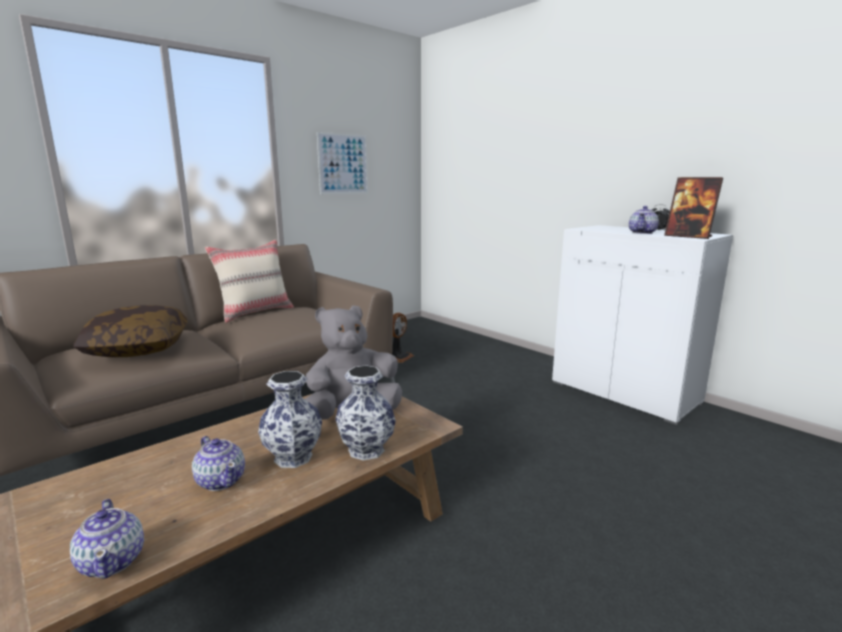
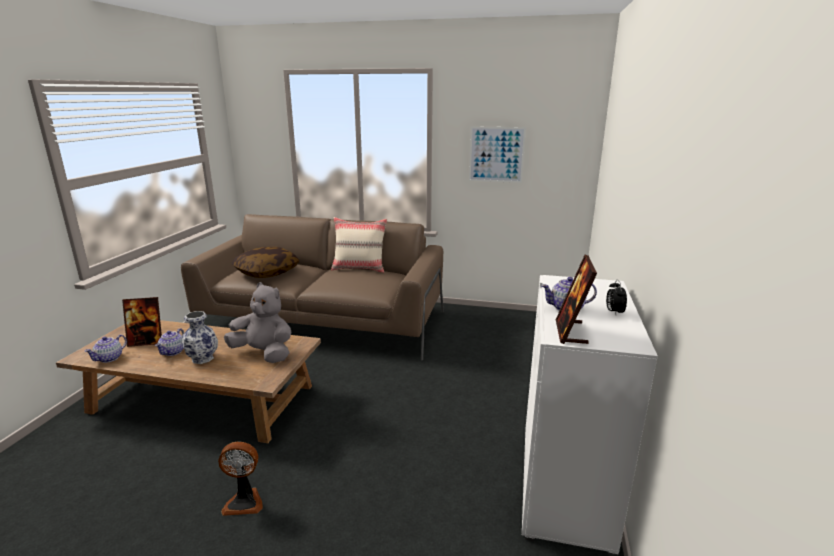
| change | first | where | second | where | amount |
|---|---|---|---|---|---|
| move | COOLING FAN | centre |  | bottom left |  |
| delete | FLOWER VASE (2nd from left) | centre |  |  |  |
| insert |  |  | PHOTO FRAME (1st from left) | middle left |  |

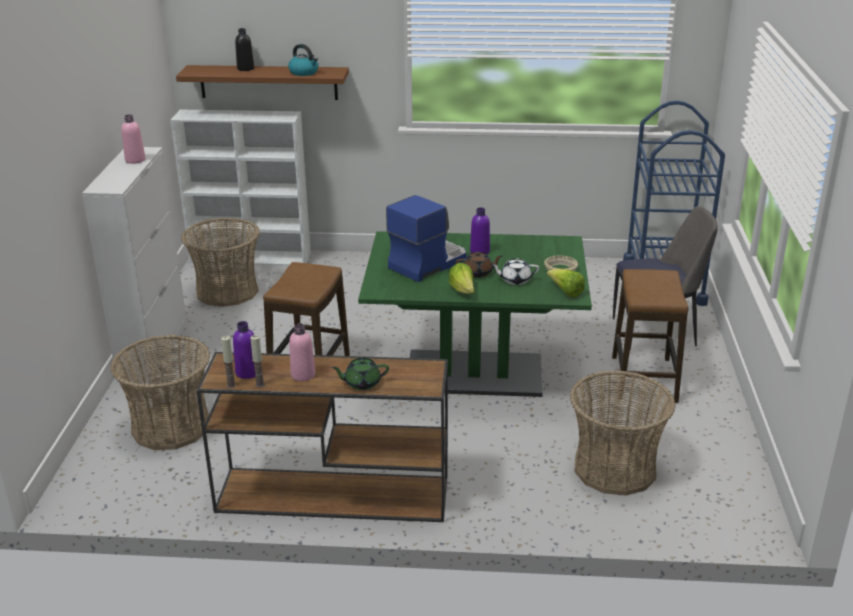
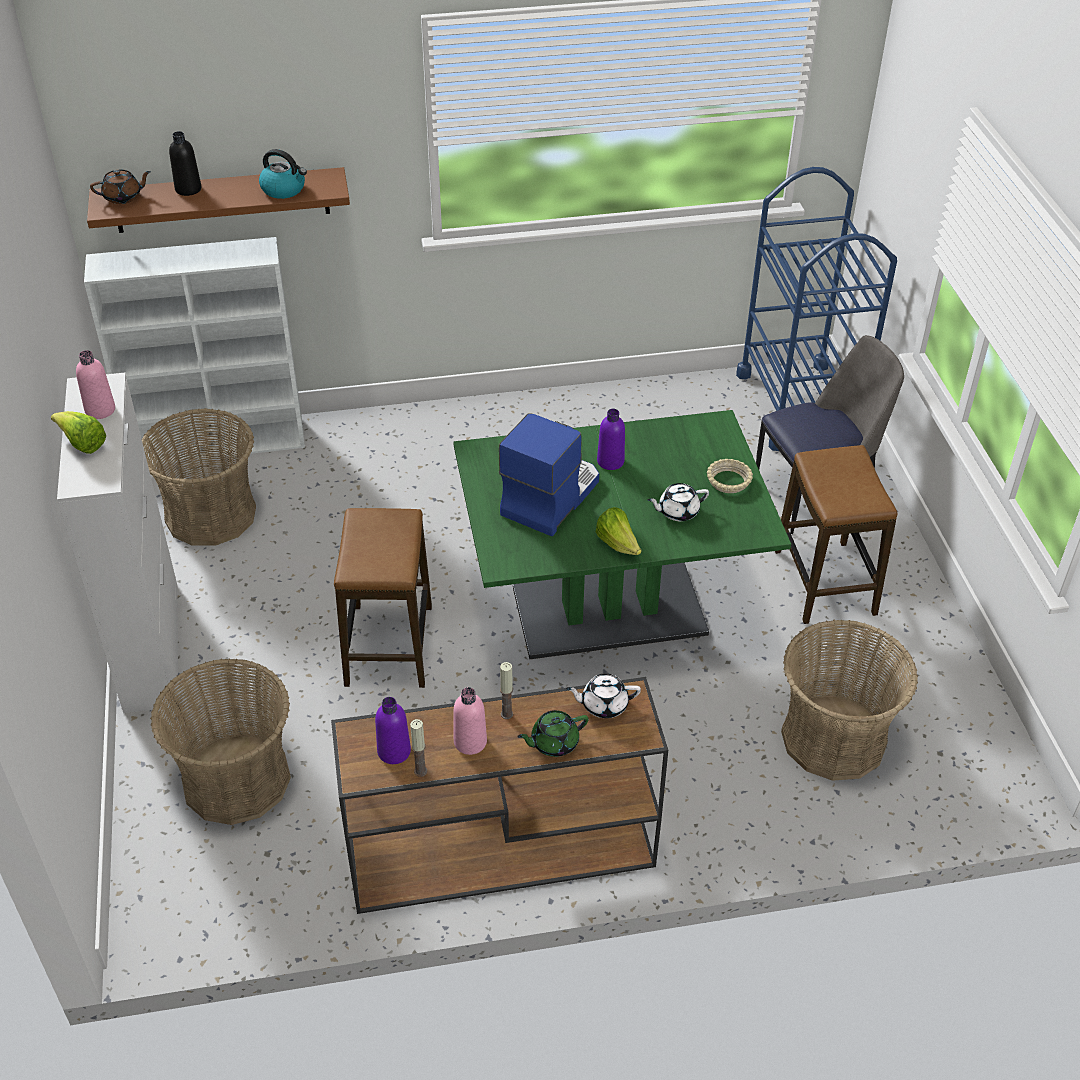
| change | first | where | second | where | amount |
|---|---|---|---|---|---|
| move | BROWN TEA POT | centre |  | top left |  |
| move | LETTUCE HEAD (2nd from left in the first image) | centre | LETTUCE HEAD (1st from left) | middle left |  |
| move | CANDLE (1st from left in the first image) | middle left | CANDLE (2nd from left) | centre |  |
| insert |  |  | WHITISH TEA POT (1st from left) | centre |  |

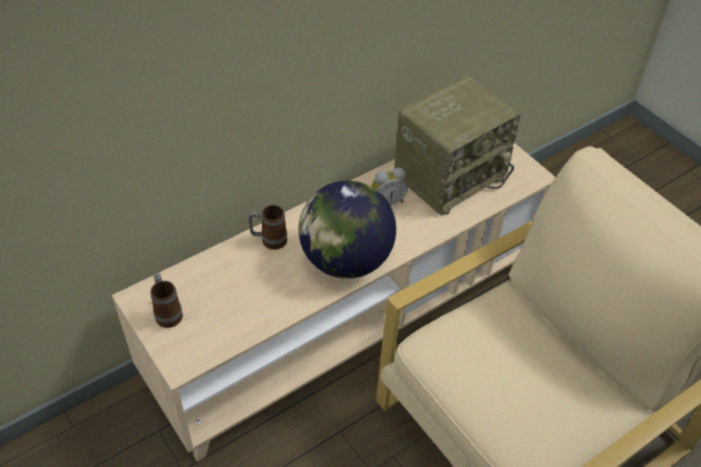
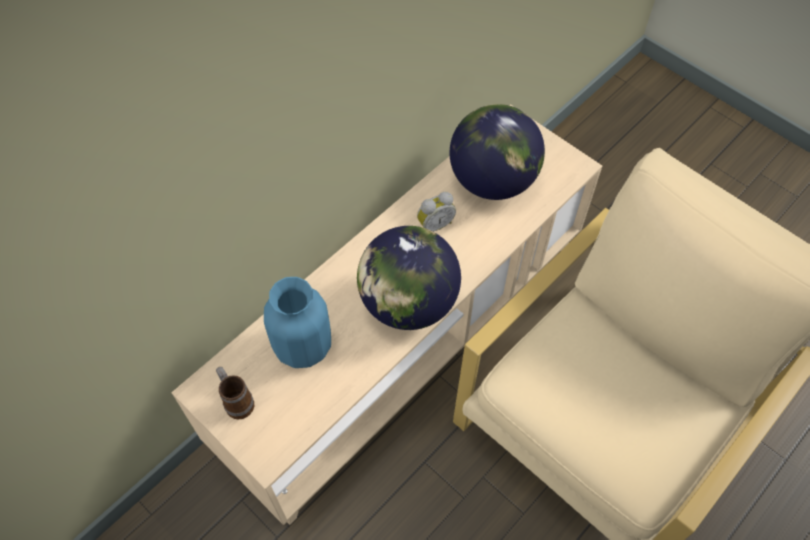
| change | first | where | second | where | amount |
|---|---|---|---|---|---|
| replace | RADIO | top centre | DESK GLOBE (2nd from left) | top centre |  |
| delete | MUG (2nd from left) | centre |  |  |  |
| insert |  |  | BLUE-COLOURED FLOWER VASE | centre |  |

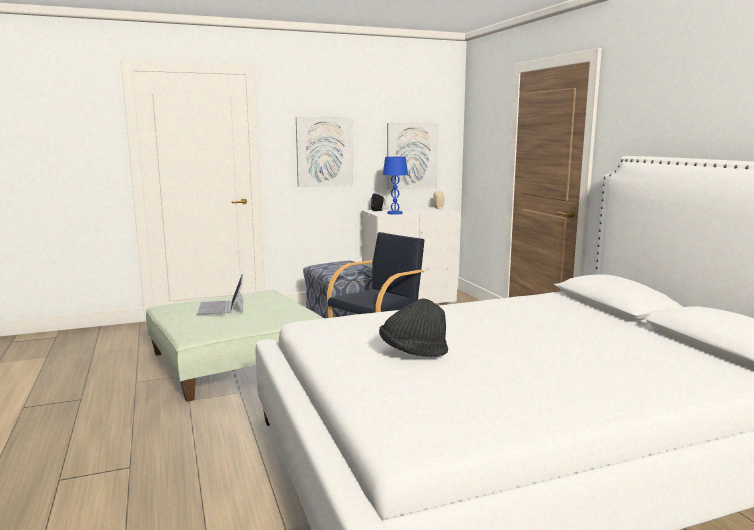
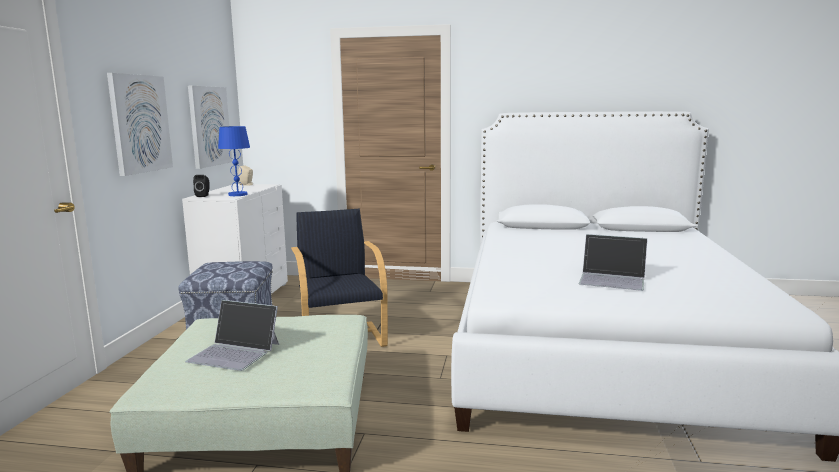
| change | first | where | second | where | amount |
|---|---|---|---|---|---|
| replace | BLACKISH HAT | centre | LAPTOP (2nd from left) | middle right |  |

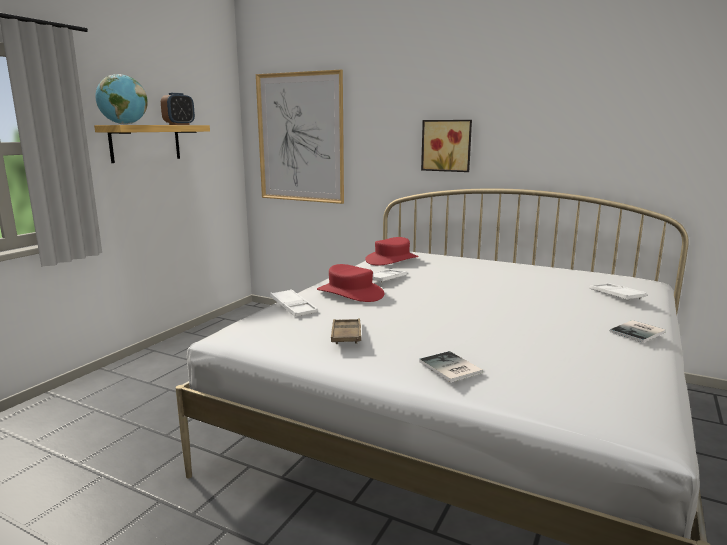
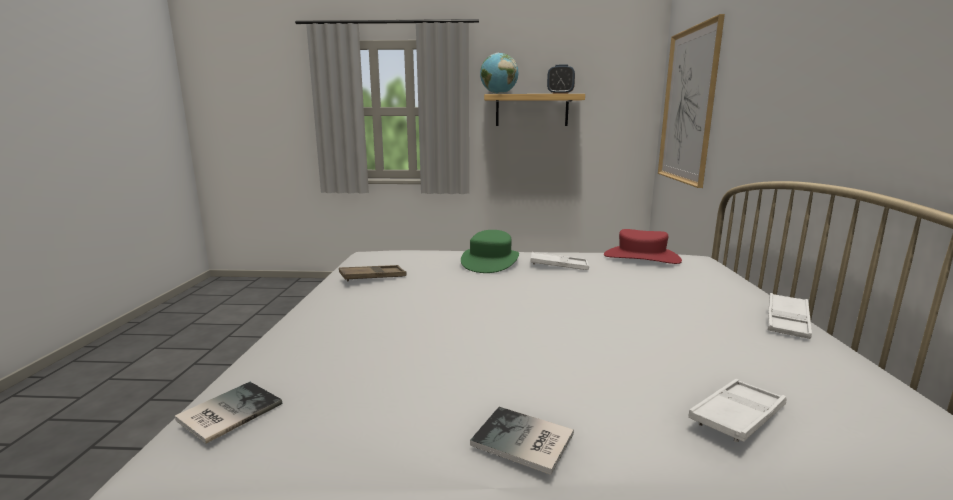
| change | first | where | second | where | amount |
|---|---|---|---|---|---|
| delete | PICTURE (2nd from left) | top centre |  |  |  |
| recolor | RED HAT (1st from left) | centre | GREENISH HAT | centre |  |
| move | WHITISH SERVING TRAY (1st from left in the first image) | centre | WHITISH SERVING TRAY (3rd from left) | middle right |  |
| move | BOOK (1st from left) | bottom centre |  | bottom left |  |

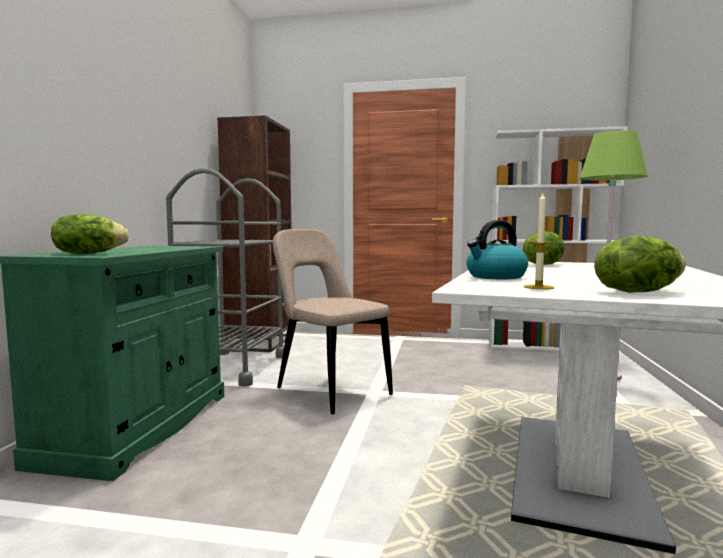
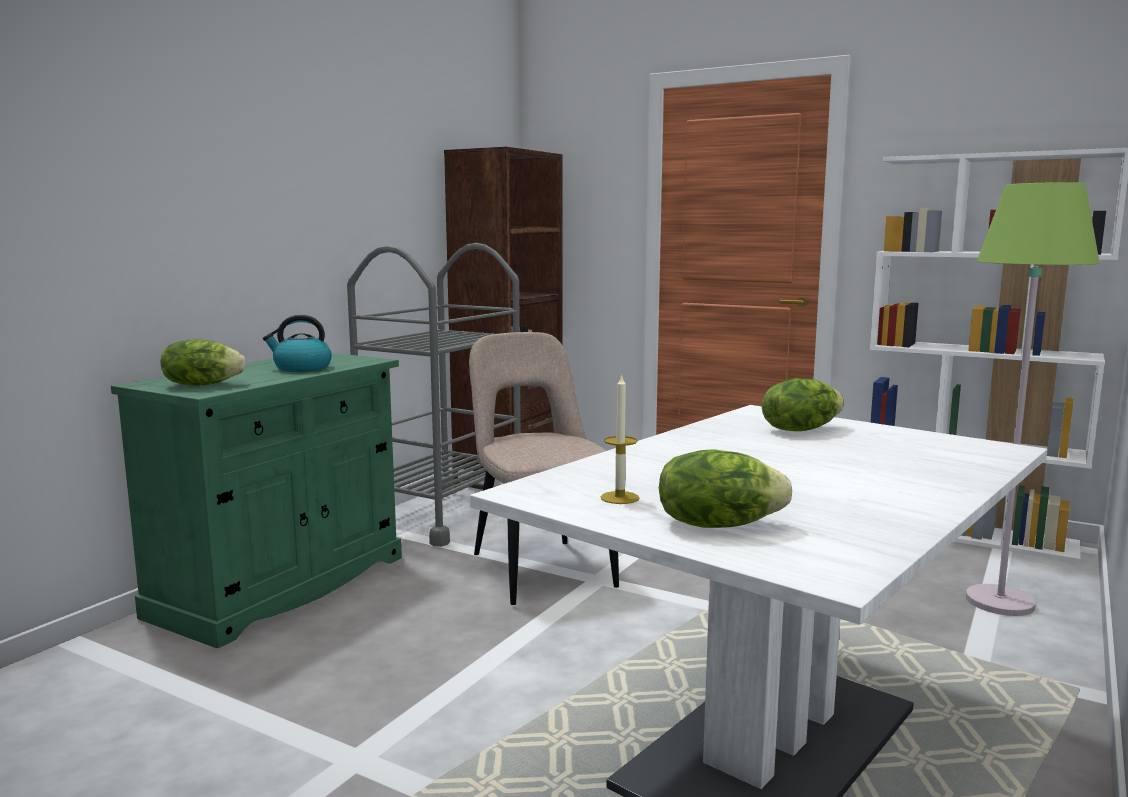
| change | first | where | second | where | amount |
|---|---|---|---|---|---|
| move | TEA KETTLE | middle right |  | middle left |  |

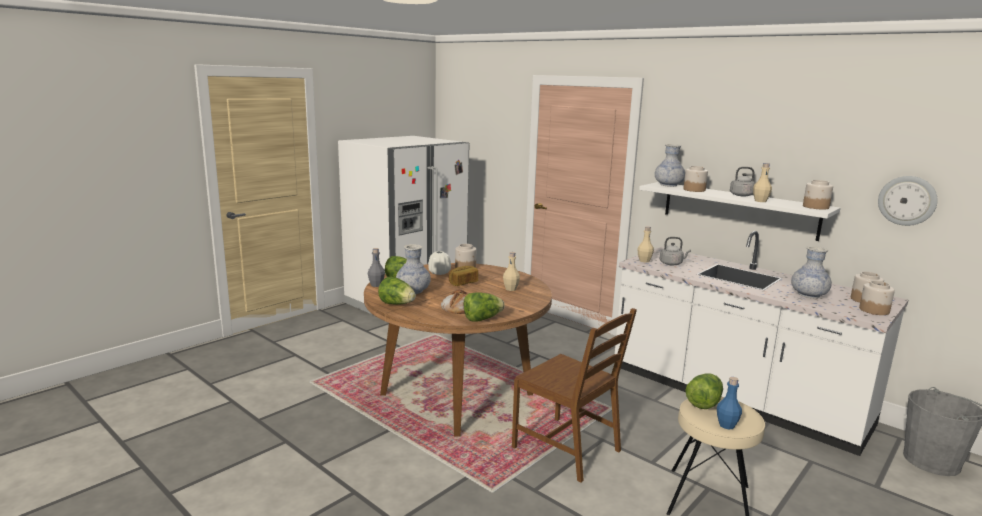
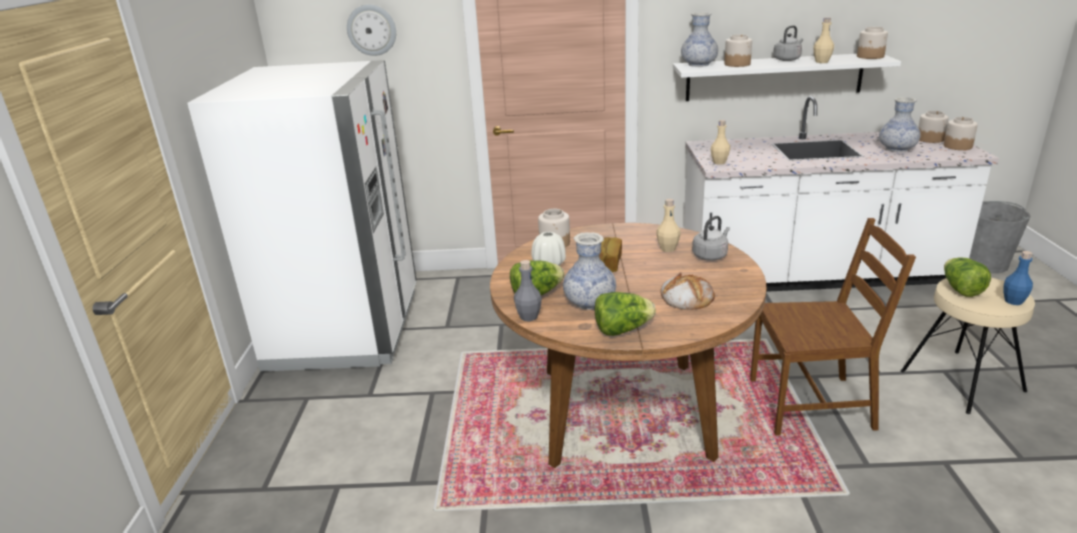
| change | first | where | second | where | amount |
|---|---|---|---|---|---|
| move | WALL CLOCK | middle right |  | top centre |  |
| move | GREY TEA KETTLE (1st from left) | middle right |  | centre |  |
| delete | LETTUCE HEAD (3rd from left) | centre |  |  |  |

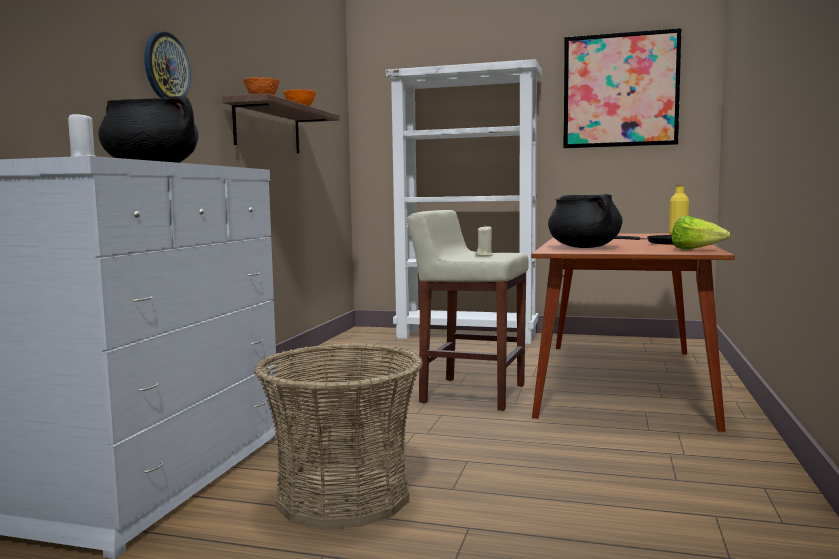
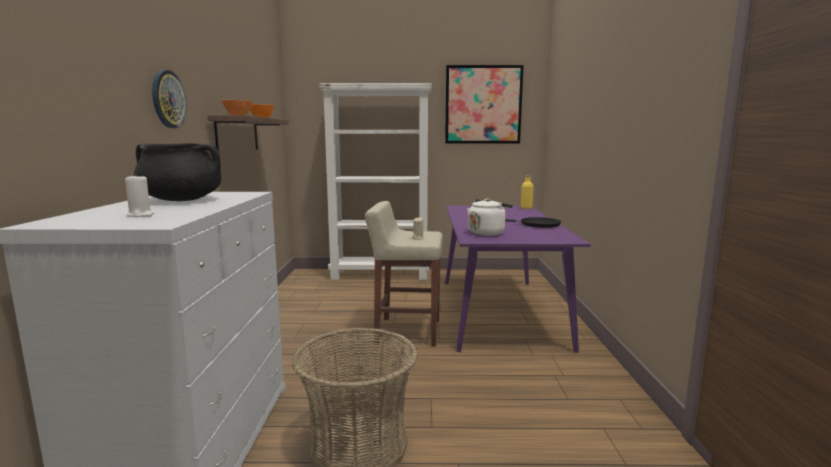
| change | first | where | second | where | amount |
|---|---|---|---|---|---|
| replace | BLACKISH SAUCEPOT (2nd from left) | middle right | WHITISH TEA KETTLE | centre |  |
| delete | LETTUCE HEAD | middle right |  |  |  |
| recolor | BROWN DINING TABLE | middle right | PURPLISH DINING TABLE | centre |  |

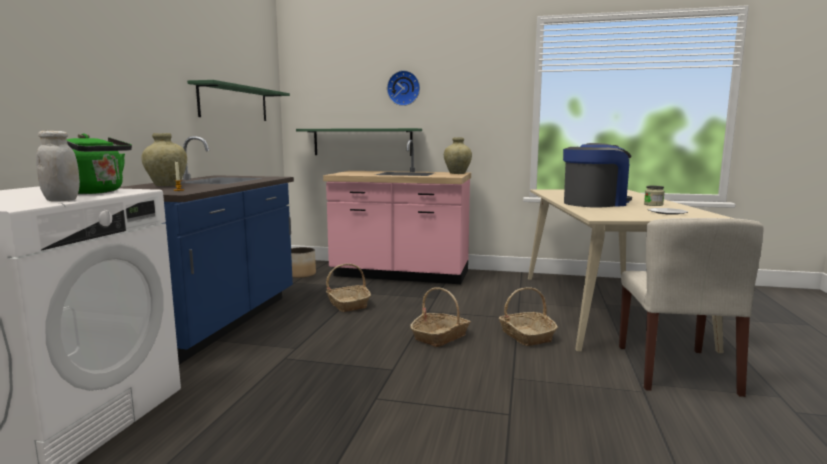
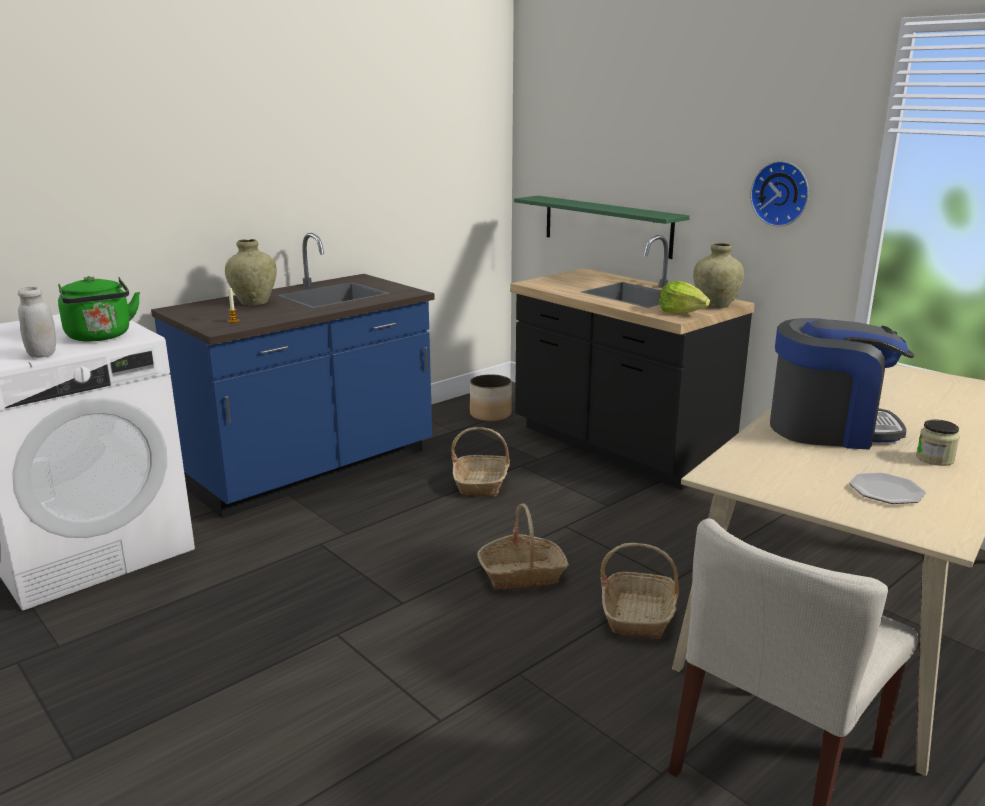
| change | first | where | second | where | amount |
|---|---|---|---|---|---|
| move | WALL CLOCK | top centre |  | top right |  |
| delete | GREENISH WALL SHELF (1st from left) | top left |  |  |  |
| recolor | PINK COUNTER | centre | BLACKISH COUNTER | centre |  |
| insert |  |  | LETTUCE HEAD | middle right |  |

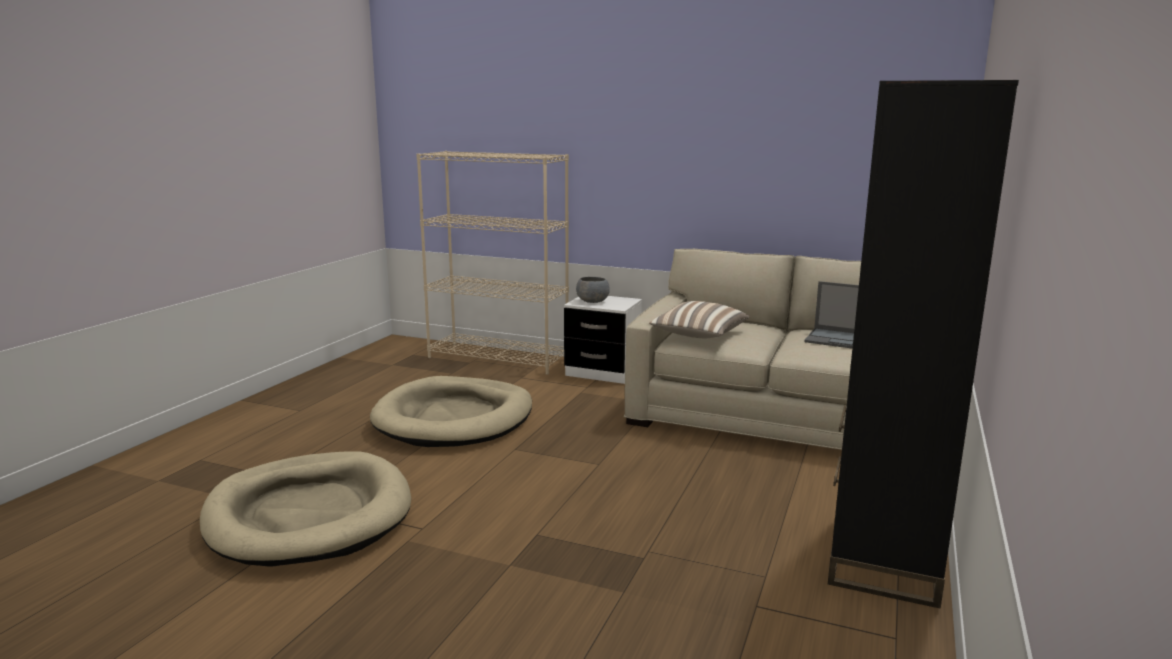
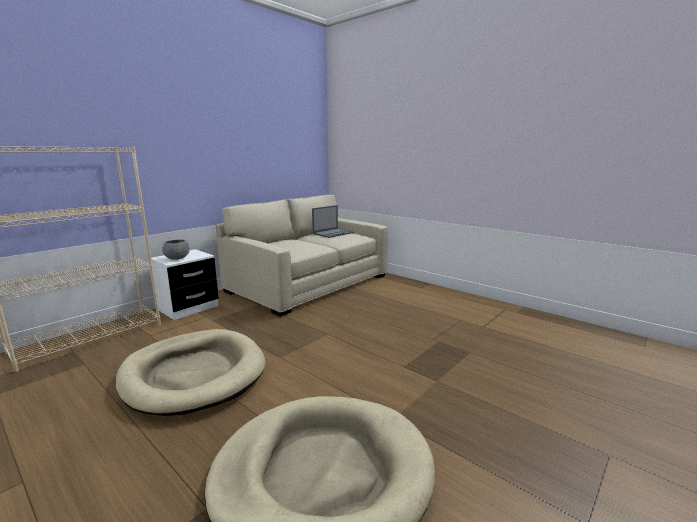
| change | first | where | second | where | amount |
|---|---|---|---|---|---|
| delete | BLACKISH BOOKSHELF | middle right |  |  |  |
| delete | THROW PILLOW | centre |  |  |  |

